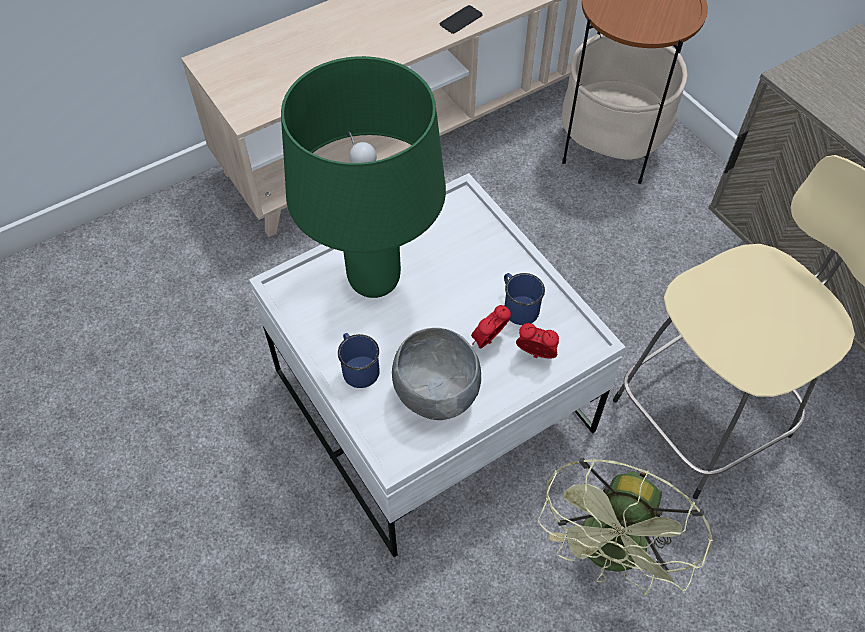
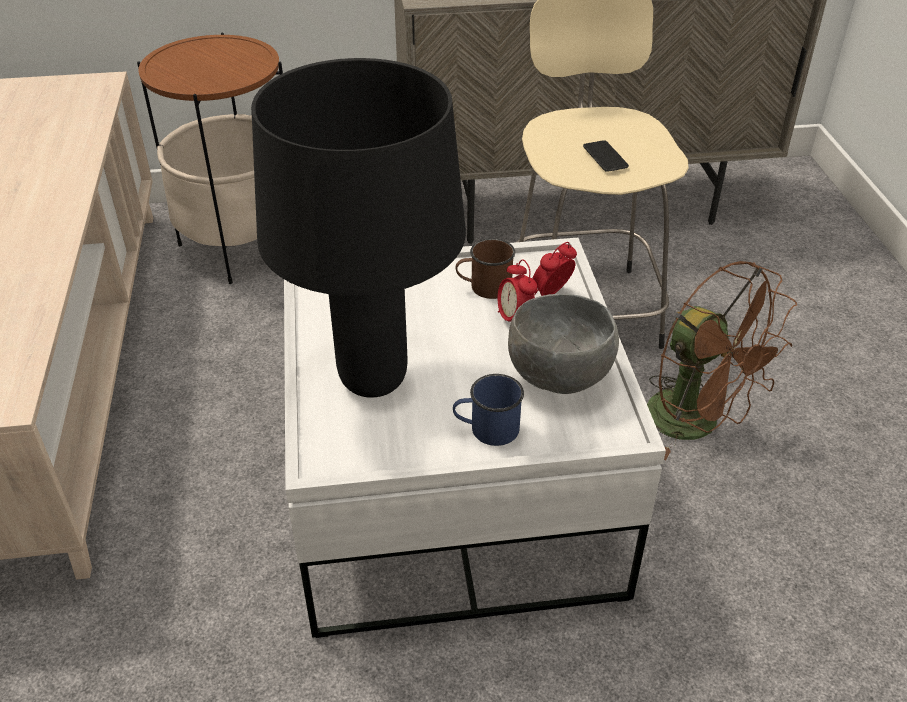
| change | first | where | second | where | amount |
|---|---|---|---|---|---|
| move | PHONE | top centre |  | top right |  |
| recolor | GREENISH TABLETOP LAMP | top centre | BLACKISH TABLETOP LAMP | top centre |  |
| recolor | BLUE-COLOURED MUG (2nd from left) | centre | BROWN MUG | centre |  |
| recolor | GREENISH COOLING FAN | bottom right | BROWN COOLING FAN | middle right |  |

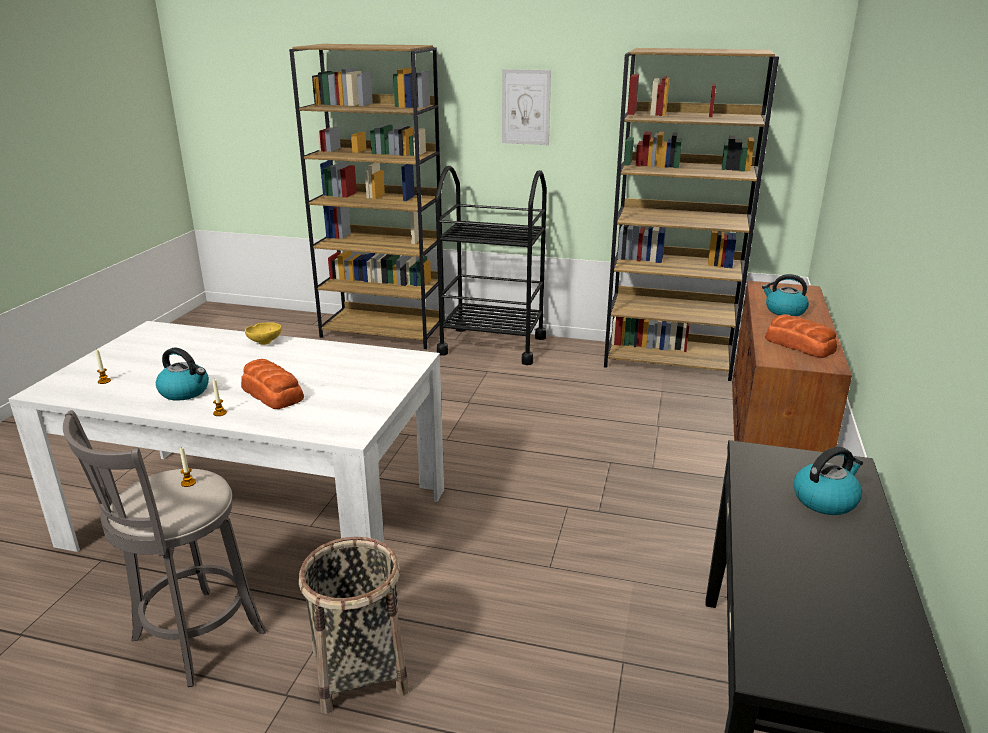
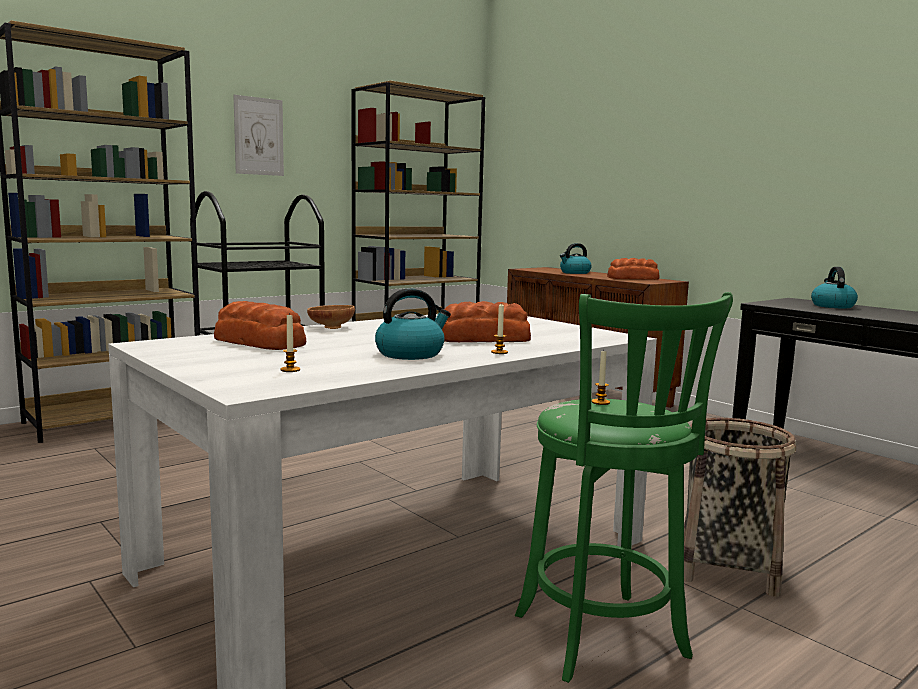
| change | first | where | second | where | amount |
|---|---|---|---|---|---|
| recolor | YELLOW BOWL | middle left | BROWN BOWL | centre |  |
| recolor | GREY STOOL SEAT | bottom left | GREENISH STOOL SEAT | bottom right |  |
| insert |  |  | BREAD (1st from left) | middle left |  |

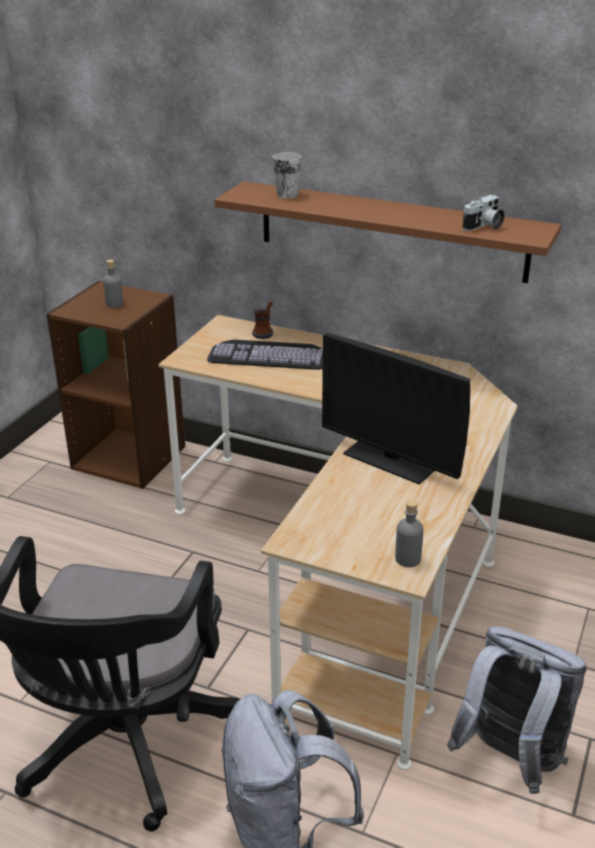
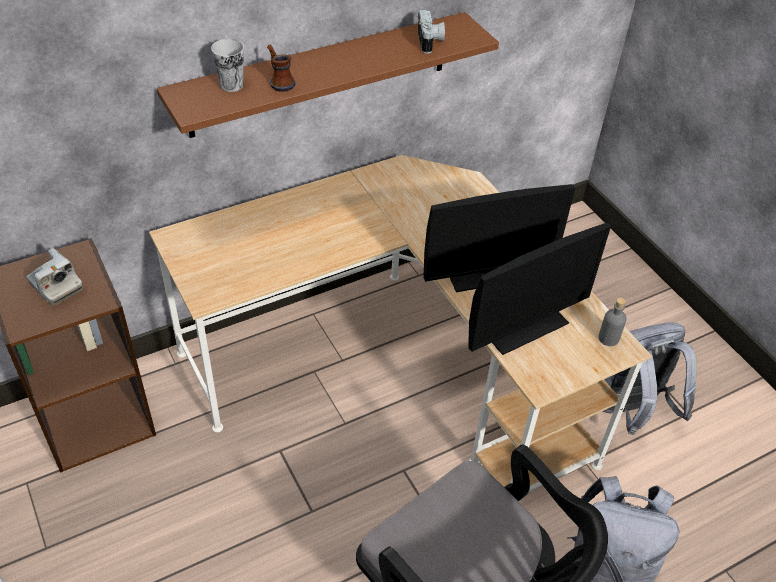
| change | first | where | second | where | amount |
|---|---|---|---|---|---|
| replace | GREY BEVERAGE BOTTLE (1st from left) | middle left | STILL CAMERA (1st from left) | middle left |  |
| move | MUG | centre |  | top centre |  |
| delete | PC KEYBOARD | centre |  |  |  |
| insert |  |  | MONITOR (2nd from left) | middle right |  |

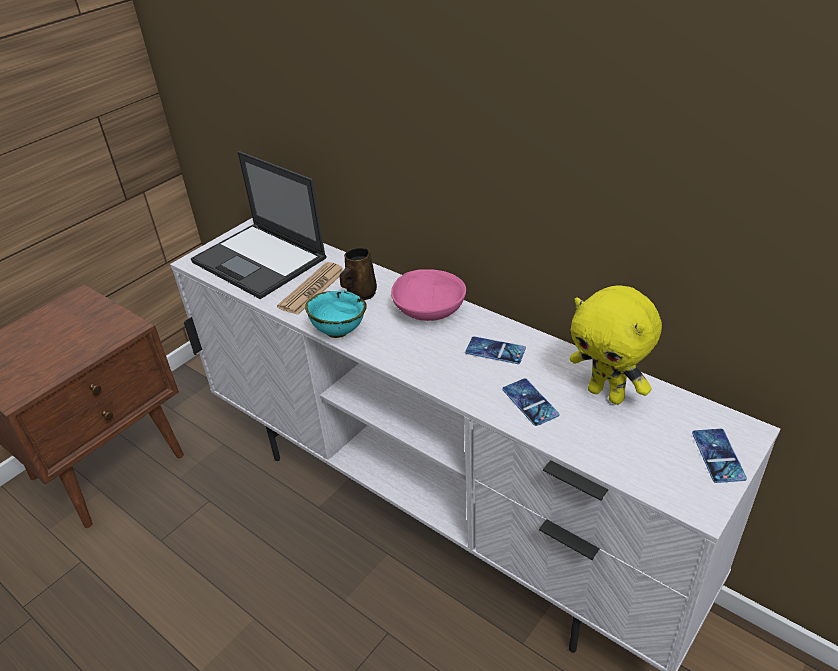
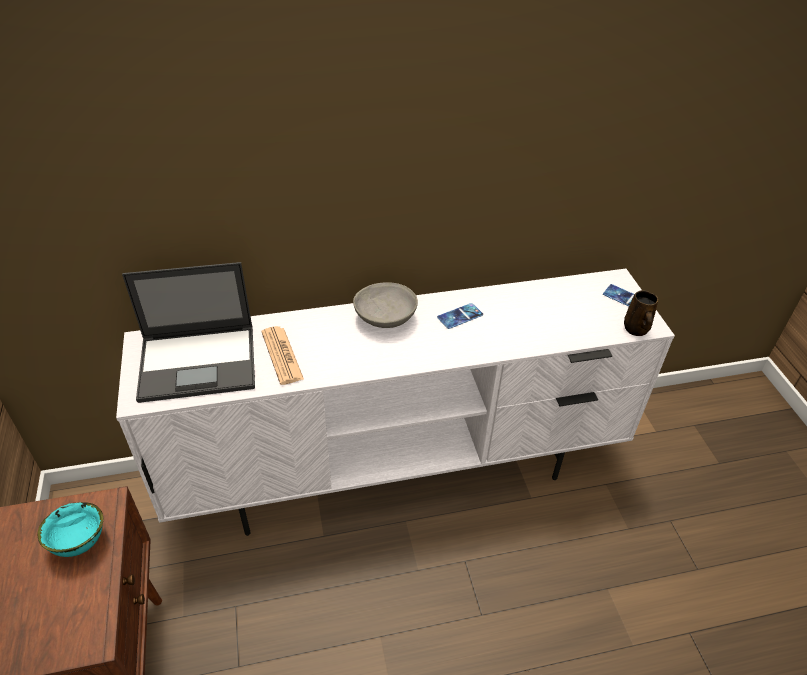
| change | first | where | second | where | amount |
|---|---|---|---|---|---|
| move | BROWN MUG | centre |  | middle right |  |
| recolor | PINK BOWL | centre | GREY BOWL | centre |  |
| delete | YELLOW CUDDLY TOY | middle right |  |  |  |
| move | BLUE-GREEN BOWL | centre |  | bottom left |  |
| delete | PHONE (2nd from left) | centre |  |  |  |

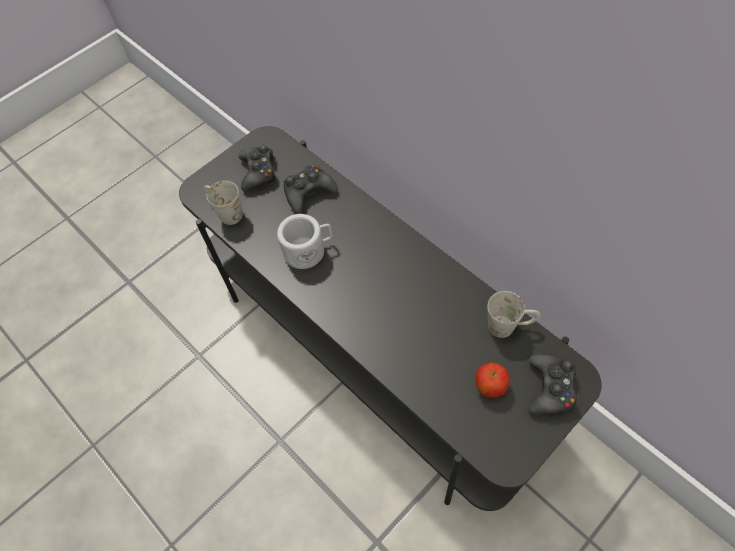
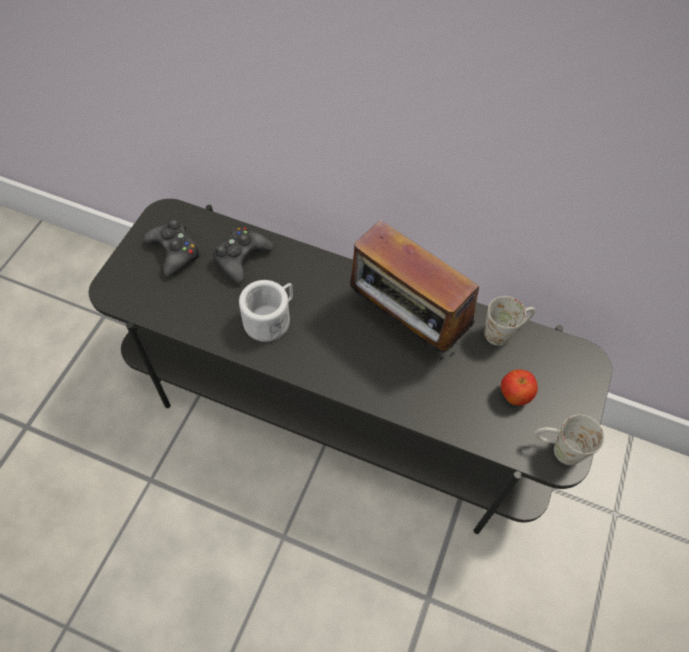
| change | first | where | second | where | amount |
|---|---|---|---|---|---|
| move | WHITISH MUG (1st from left in the first image) | middle left | WHITISH MUG (3rd from left) | bottom right |  |
| delete | BLACKISH GAME CONTROLLER (3rd from left) | bottom right |  |  |  |
| insert |  |  | RADIO | centre |  |

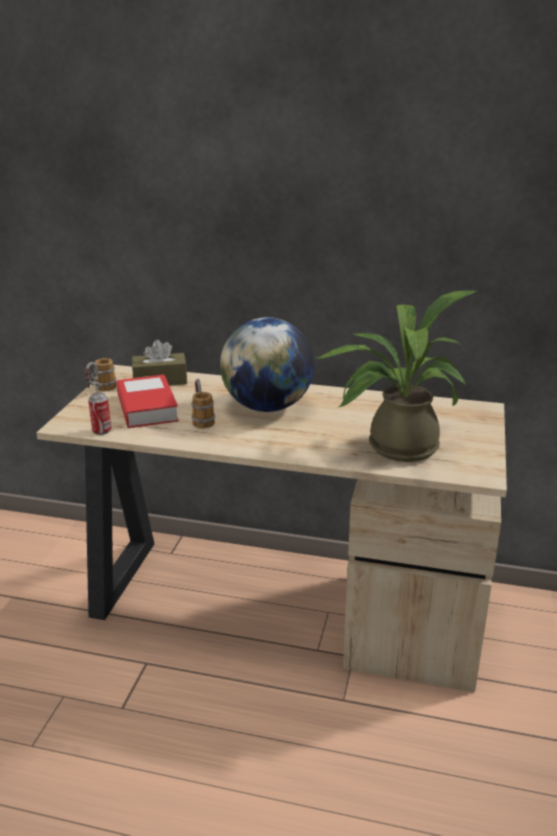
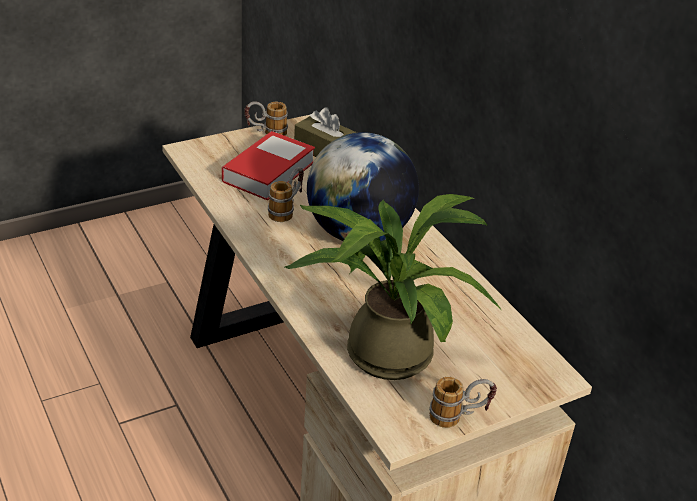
| change | first | where | second | where | amount |
|---|---|---|---|---|---|
| delete | SEALED CAN | middle left |  |  |  |
| insert |  |  | MUG (3rd from left) | bottom centre |  |

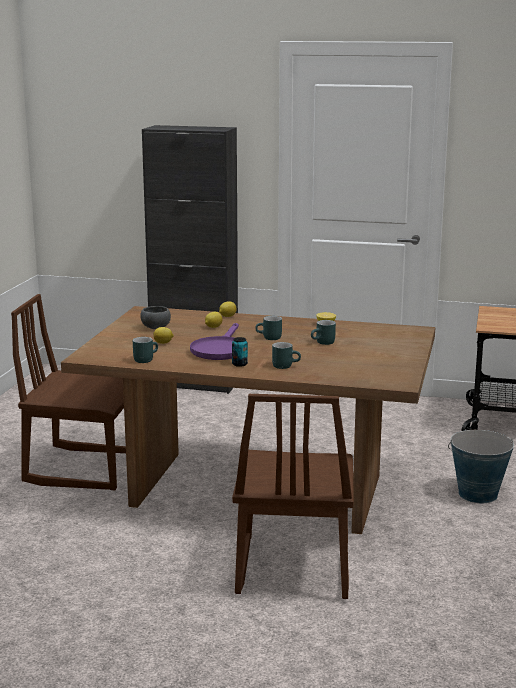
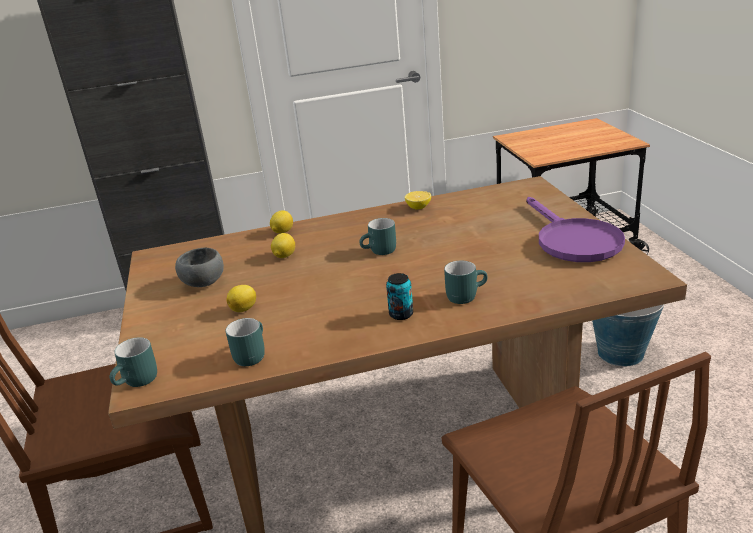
| change | first | where | second | where | amount |
|---|---|---|---|---|---|
| move | BLUE-GREEN MUG (4th from left in the first image) | centre | BLUE-GREEN MUG (1st from left) | bottom left |  |
| move | PURPLISH FRYING PAN | centre |  | middle right |  |

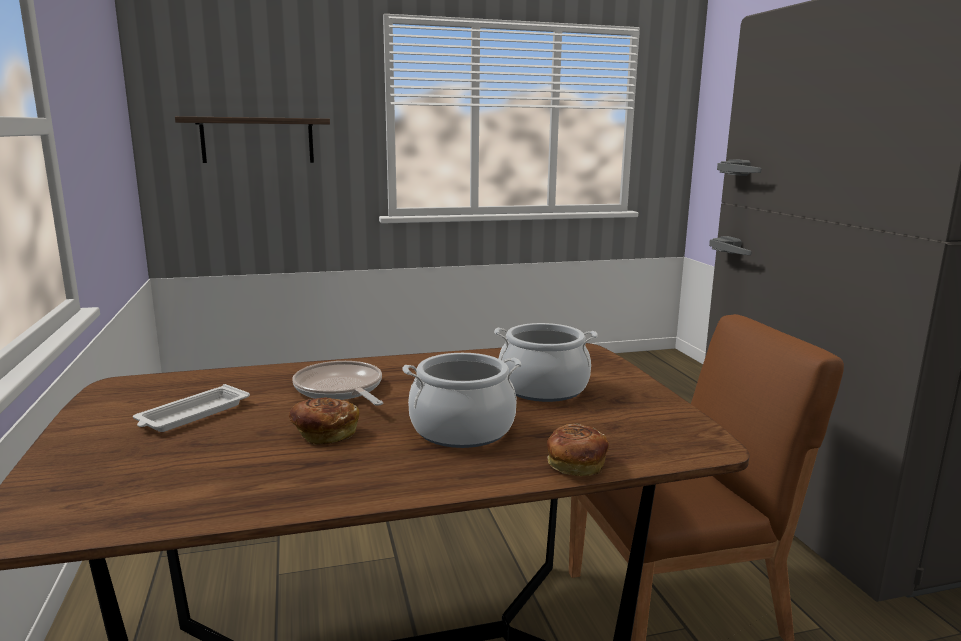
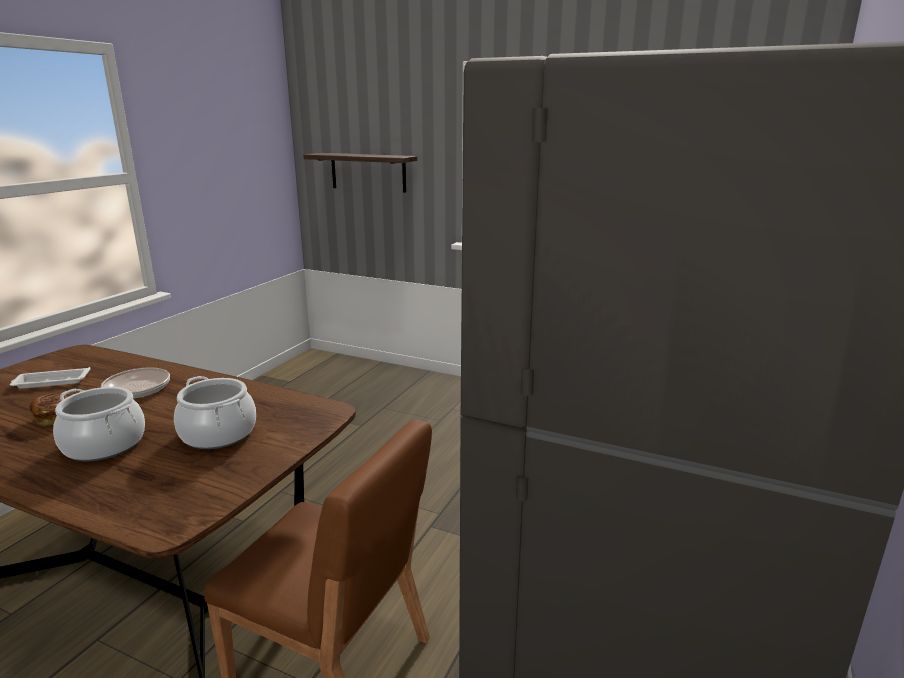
| change | first | where | second | where | amount |
|---|---|---|---|---|---|
| delete | BREAD (2nd from left) | bottom centre |  |  |  |

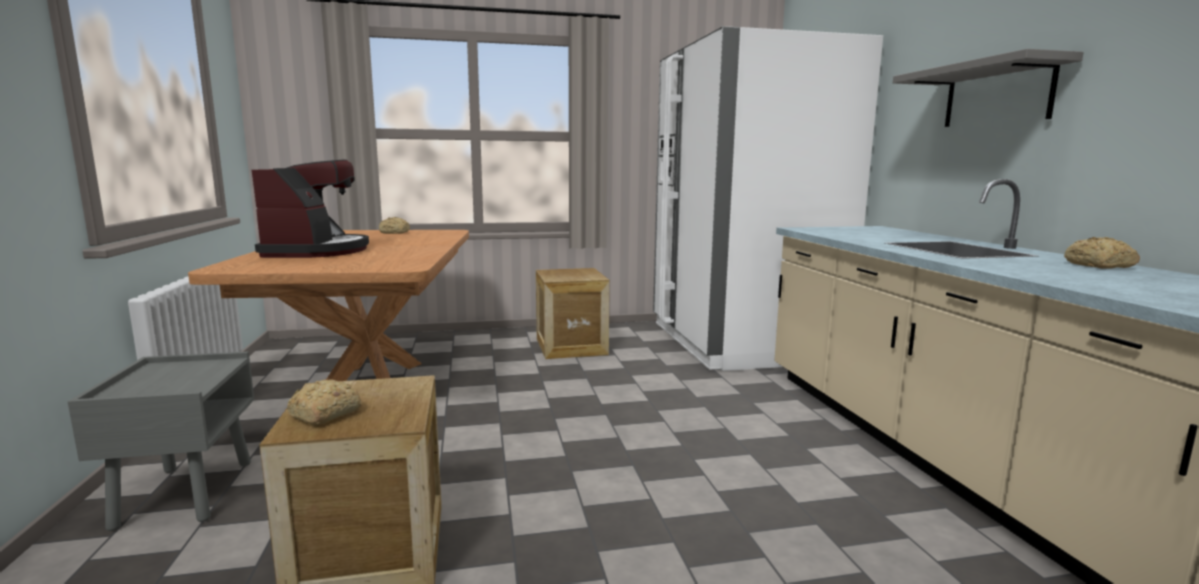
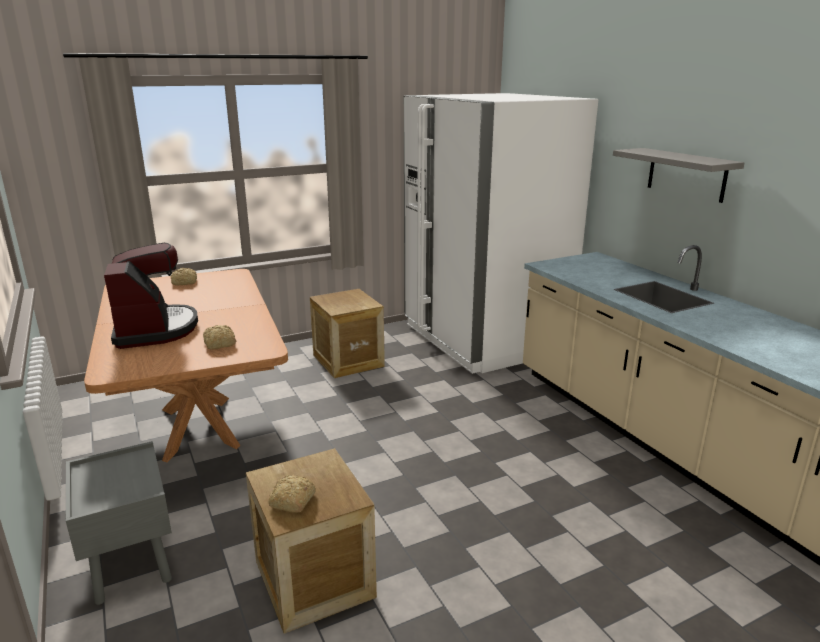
| change | first | where | second | where | amount |
|---|---|---|---|---|---|
| move | BREAD (3rd from left in the first image) | middle right | BREAD (2nd from left) | middle left |  |

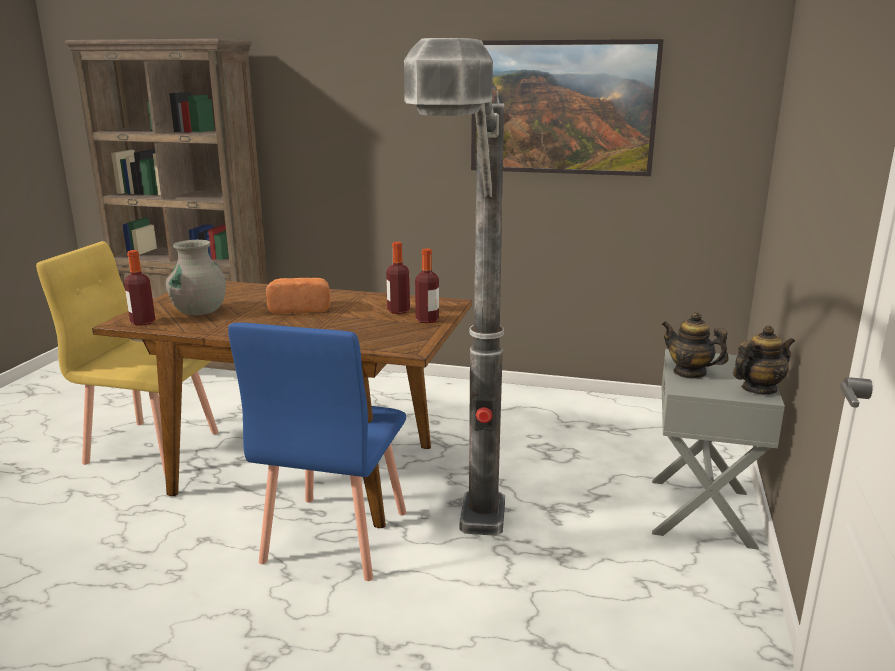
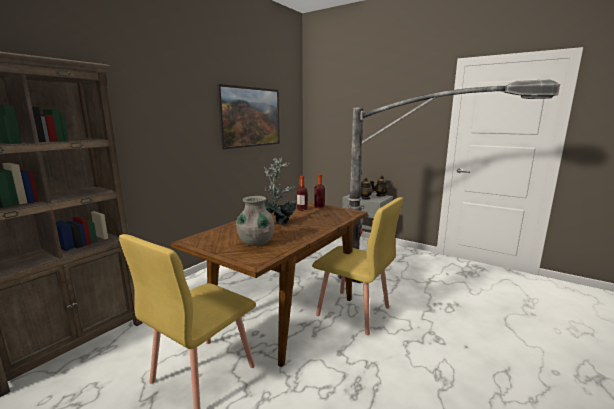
| change | first | where | second | where | amount |
|---|---|---|---|---|---|
| delete | BEVERAGE BOTTLE (1st from left) | middle left |  |  |  |
| replace | BREAD | middle left | PLANT IN A POT | centre |  |
| recolor | BLUE-COLOURED UPRIGHT CHAIR | bottom centre | YELLOW UPRIGHT CHAIR (2nd from left) | centre |  |

